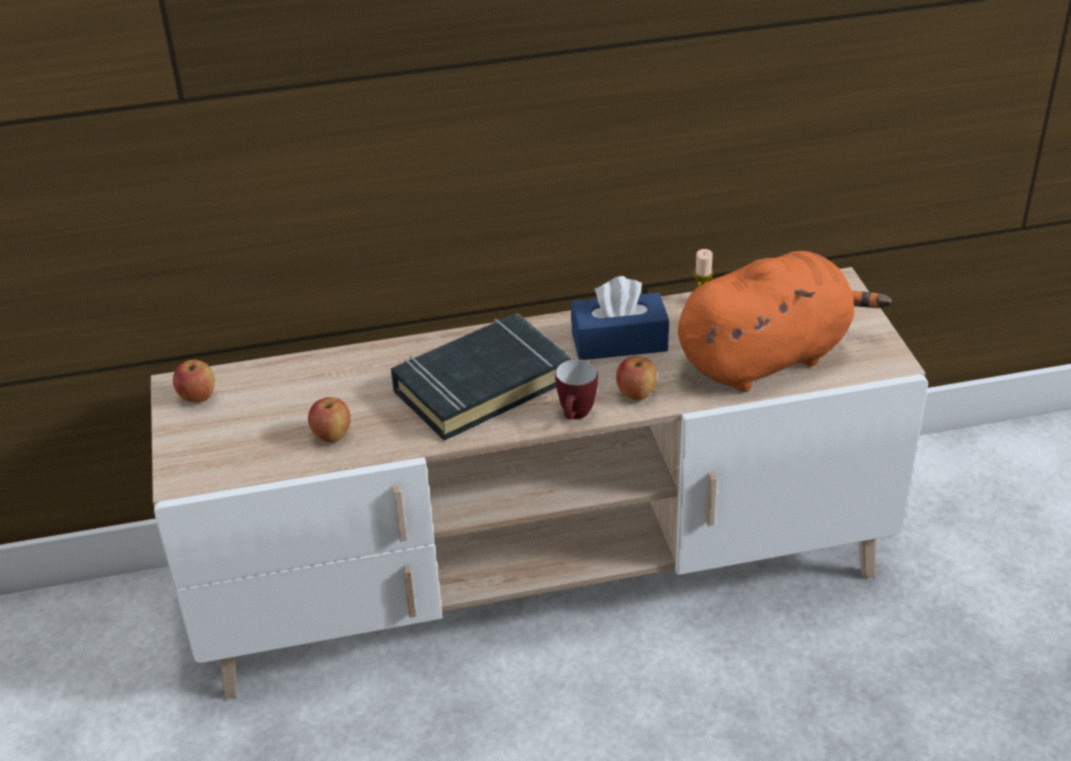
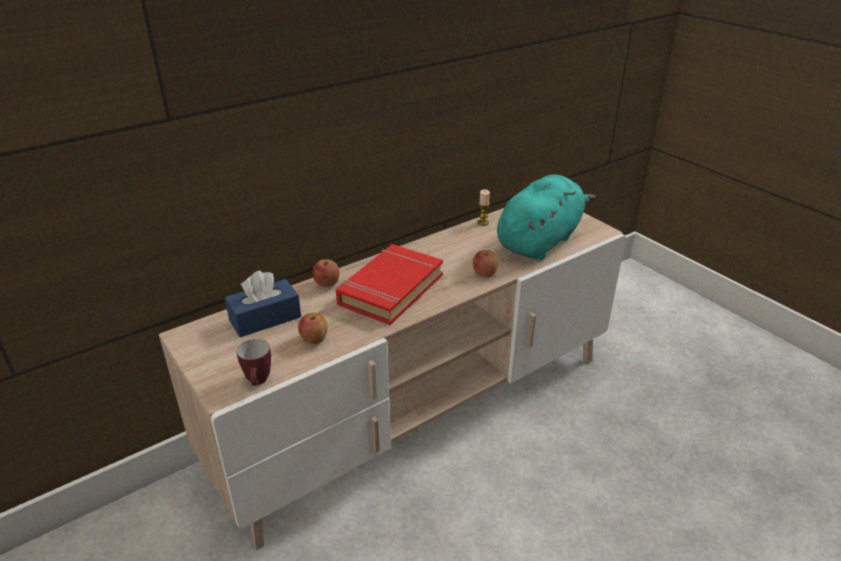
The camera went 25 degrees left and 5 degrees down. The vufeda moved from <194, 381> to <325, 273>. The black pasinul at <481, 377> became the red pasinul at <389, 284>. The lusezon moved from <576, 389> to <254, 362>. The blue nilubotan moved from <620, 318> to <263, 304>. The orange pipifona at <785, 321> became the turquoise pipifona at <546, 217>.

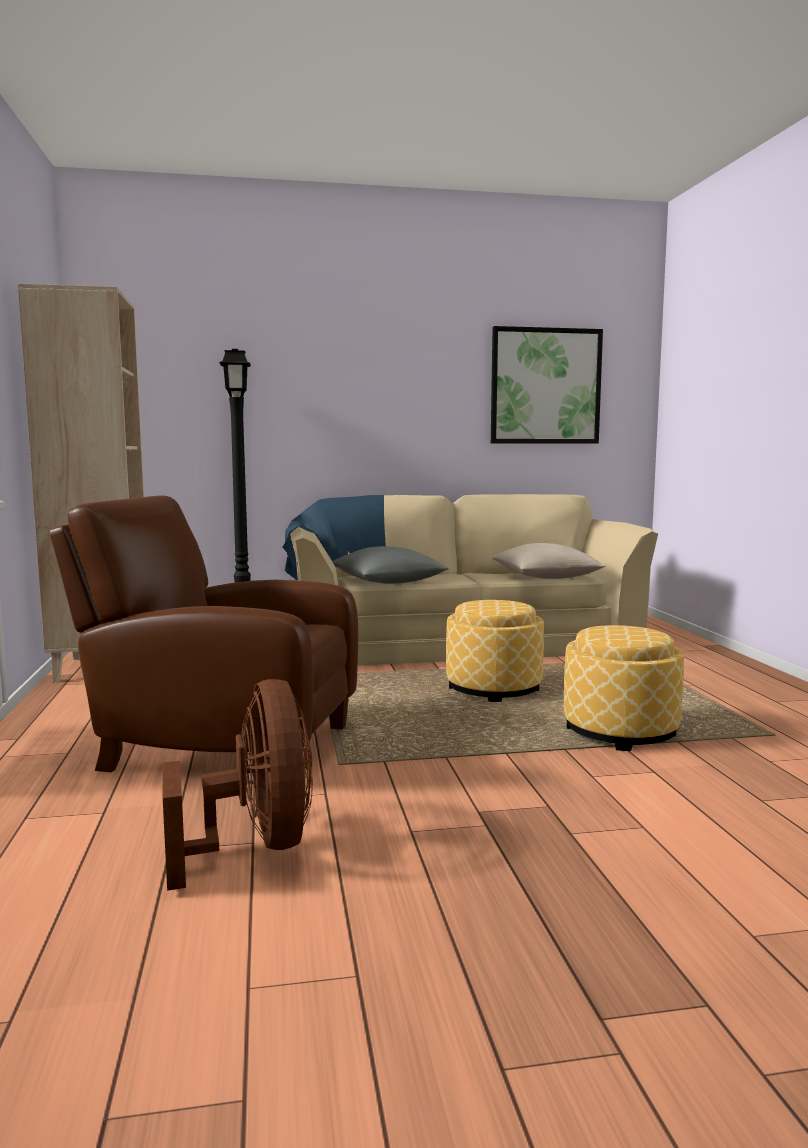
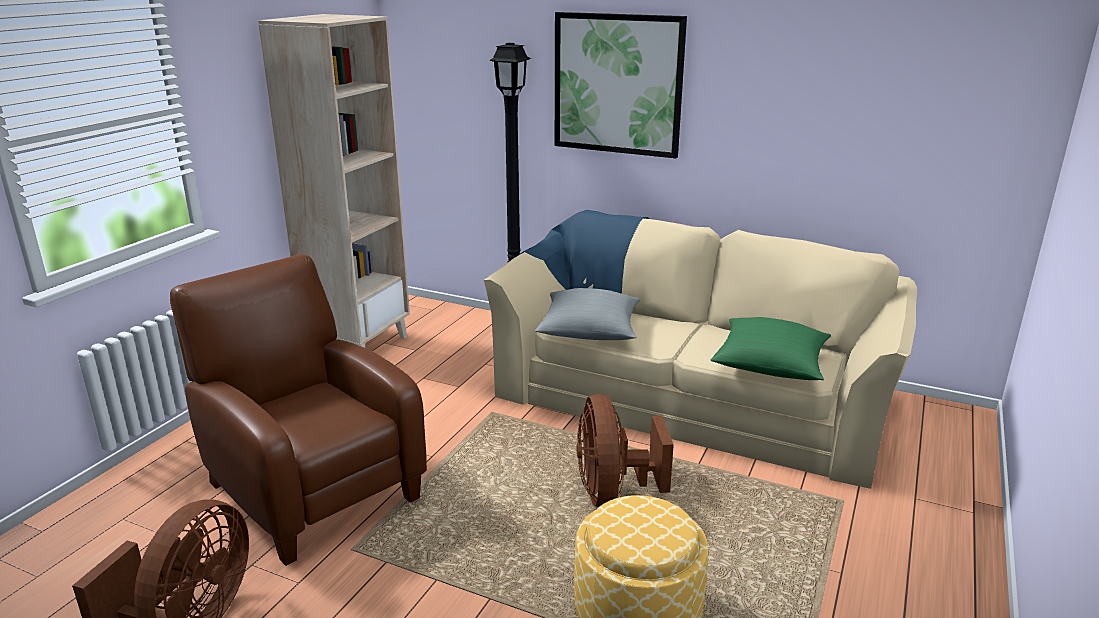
The camera went 35 degrees right and 15 degrees up. The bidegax at <495, 651> was replaced by the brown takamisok at <625, 450>. The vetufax moved from <547, 385> to <621, 85>. The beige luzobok at <549, 561> became the green luzobok at <771, 348>.

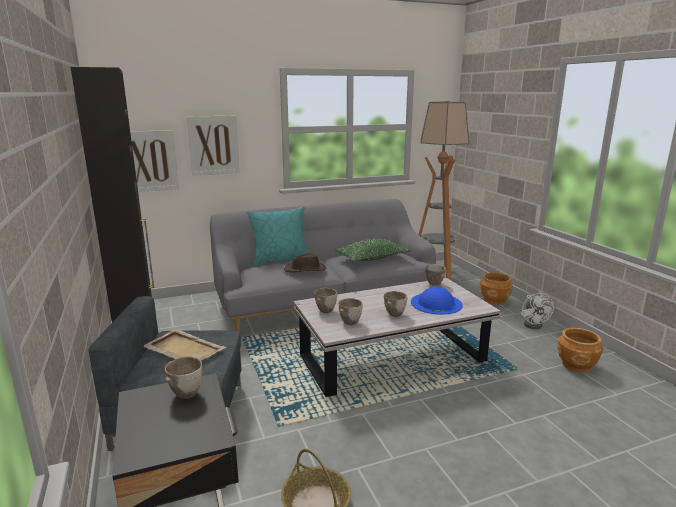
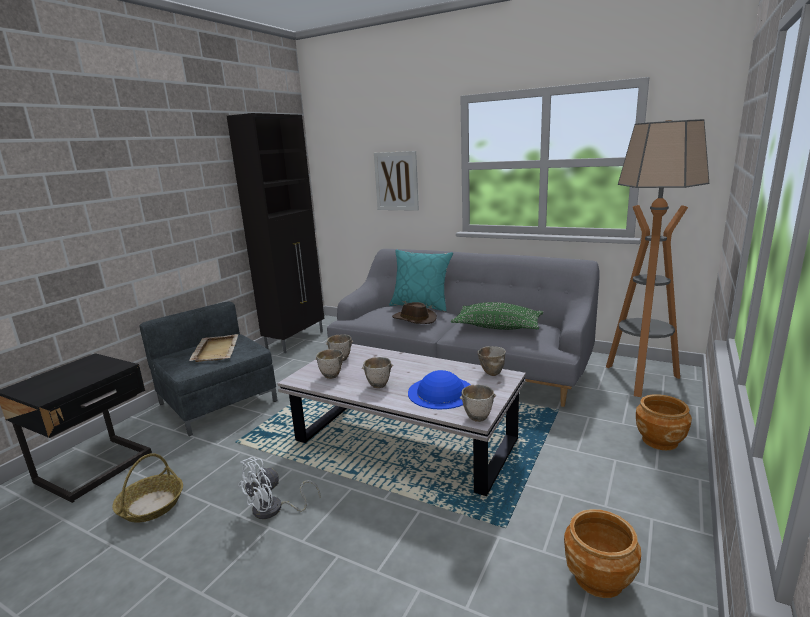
The camera went 50 degrees right and 0 degrees up. The vetufax at <154, 161> disappeared. The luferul moved from <183, 377> to <478, 403>. The white takamisok moved from <537, 310> to <279, 488>.

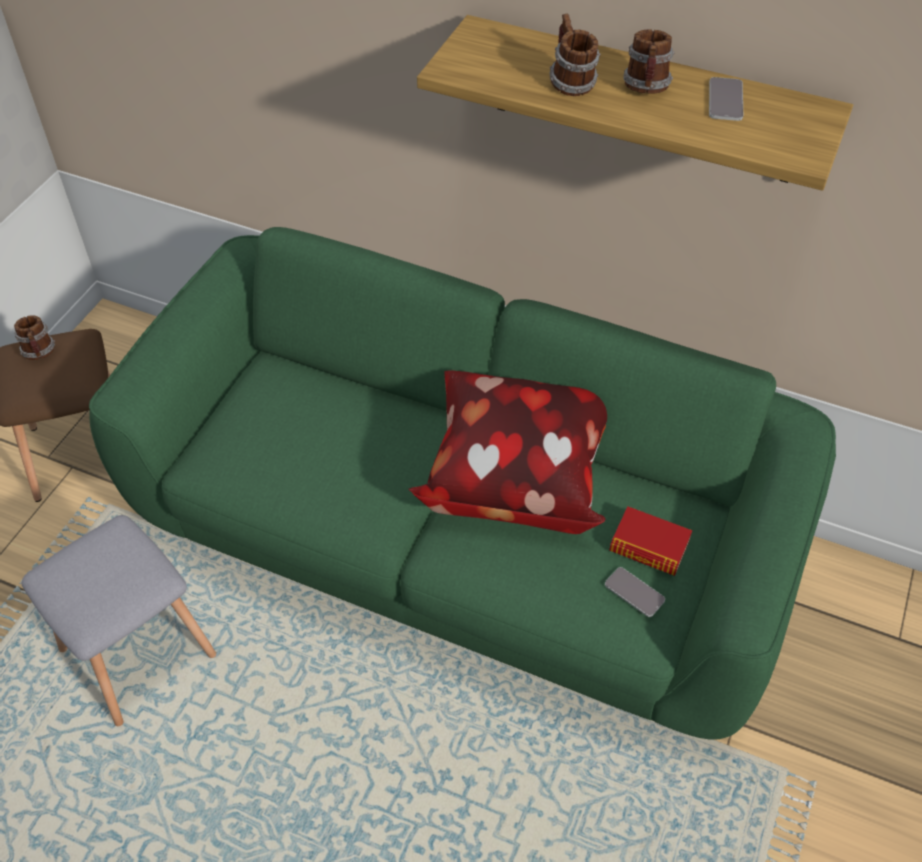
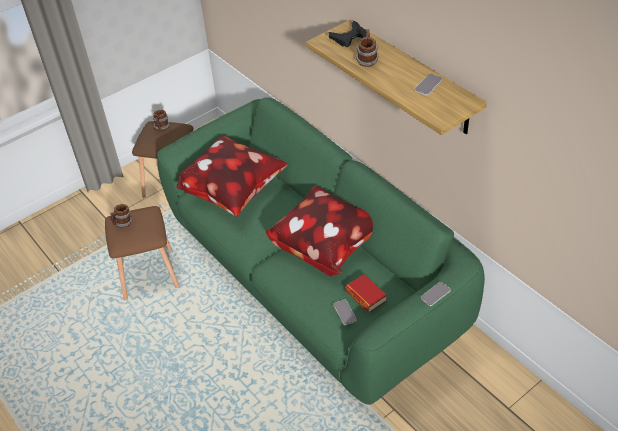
The camera went 30 degrees right and 5 degrees down. The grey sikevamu at <119, 620> became the brown sikevamu at <142, 253>. The lusezon moved from <648, 62> to <121, 216>. The luzobok at <232, 176> appeared. The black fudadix at <348, 34> appeared. The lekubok at <436, 294> appeared.

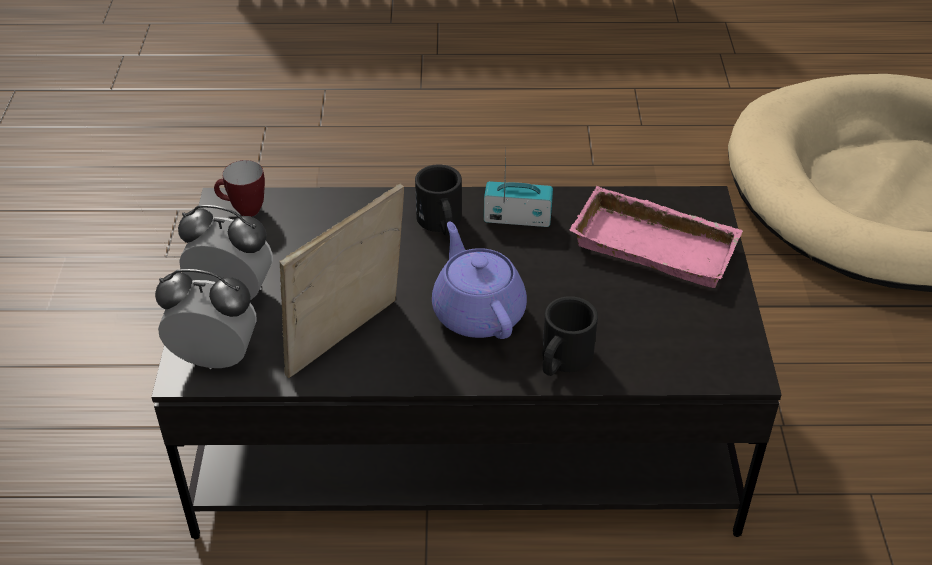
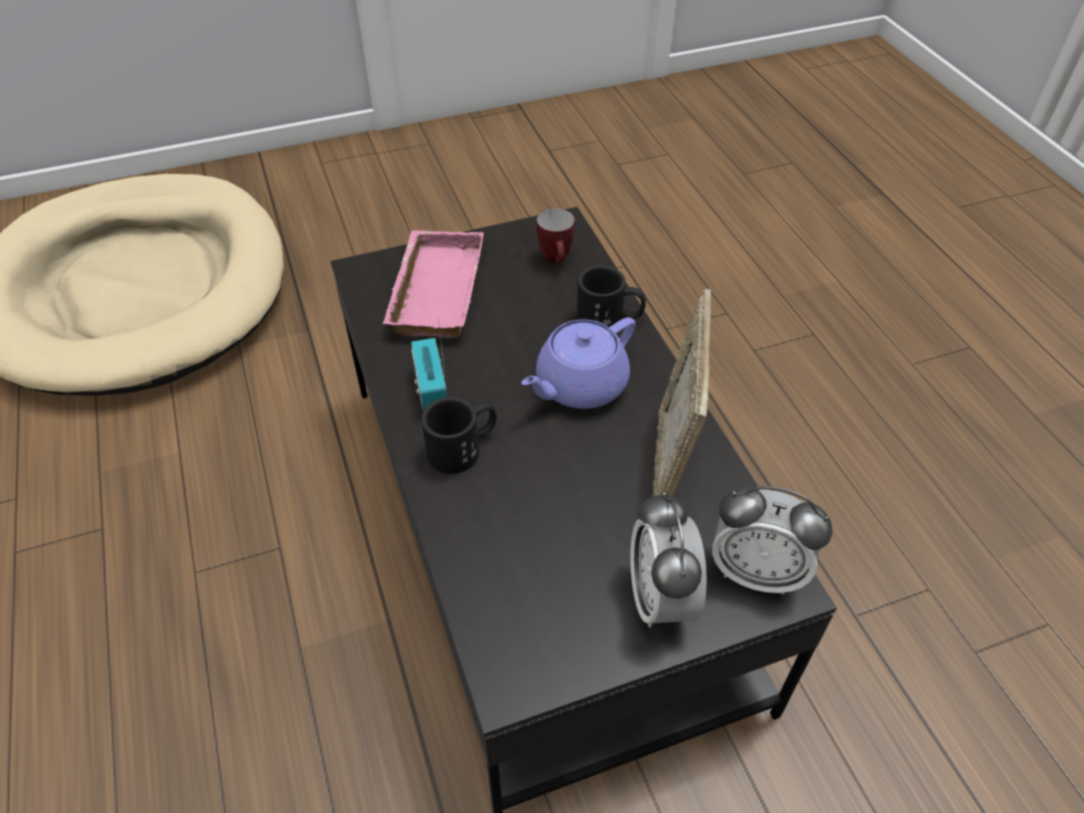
The camera went 110 degrees left and 5 degrees up. The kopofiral at <206, 319> turned 60 degrees counterclockwise. The lusezon moved from <239, 188> to <555, 235>. The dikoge at <342, 281> turned 75 degrees clockwise.

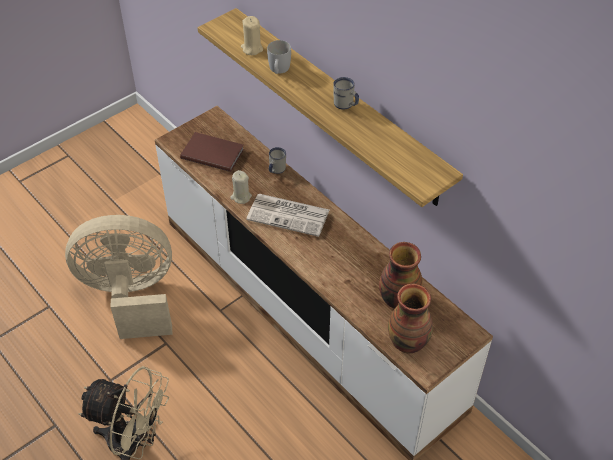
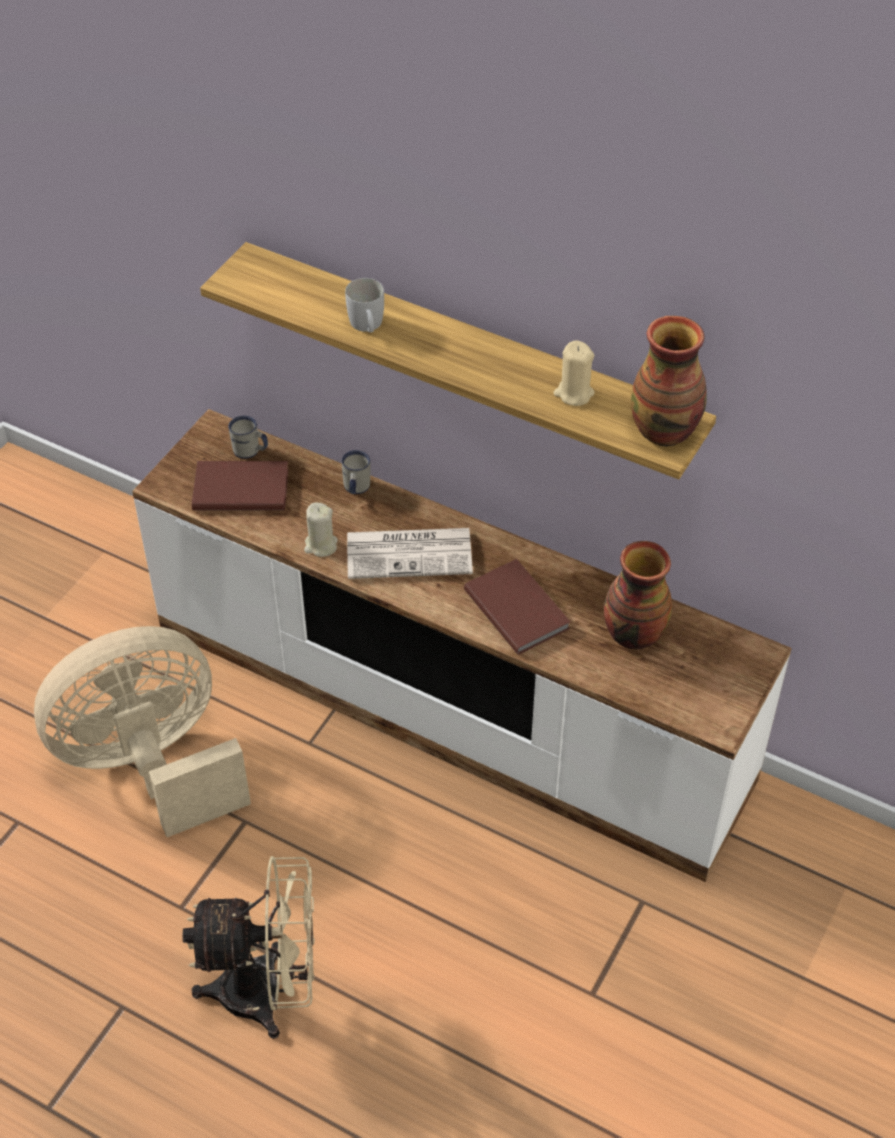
The camera went 20 degrees left and 0 degrees up. The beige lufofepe moved from <252, 35> to <574, 373>. The white lusezon moved from <346, 93> to <248, 437>. The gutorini moved from <410, 318> to <669, 381>. The brown pasinul at <517, 607> appeared.

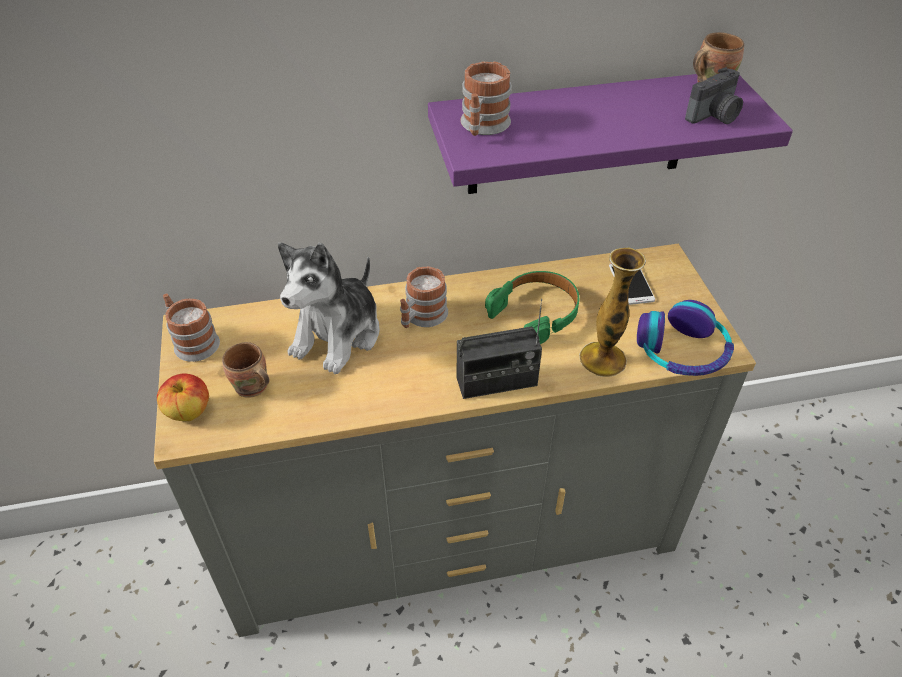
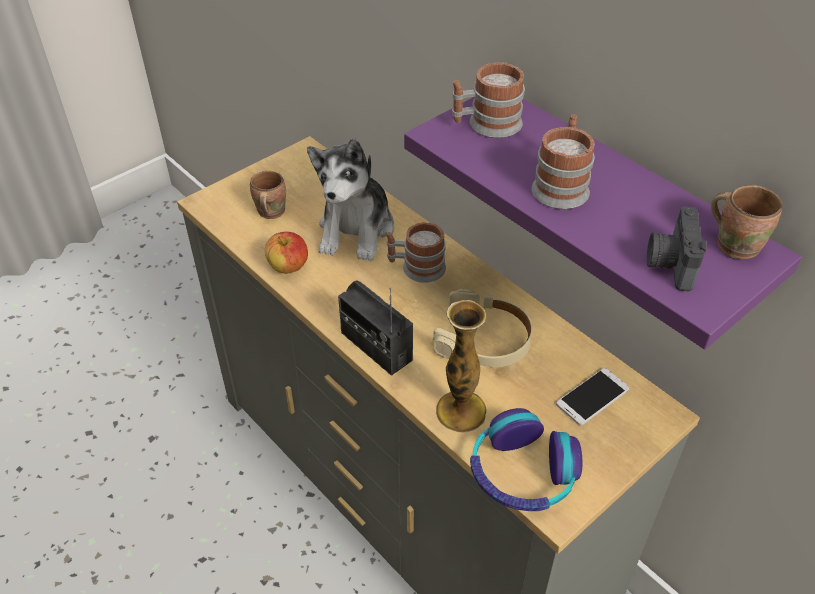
The camera went 60 degrees right and 0 degrees up. The vufeda moved from <183, 397> to <286, 253>. The lusezon moved from <191, 328> to <563, 161>. The pipifona at <329, 308> turned 75 degrees counterclockwise. The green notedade at <532, 307> became the beige notedade at <483, 328>. The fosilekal at <714, 95> turned 75 degrees clockwise.

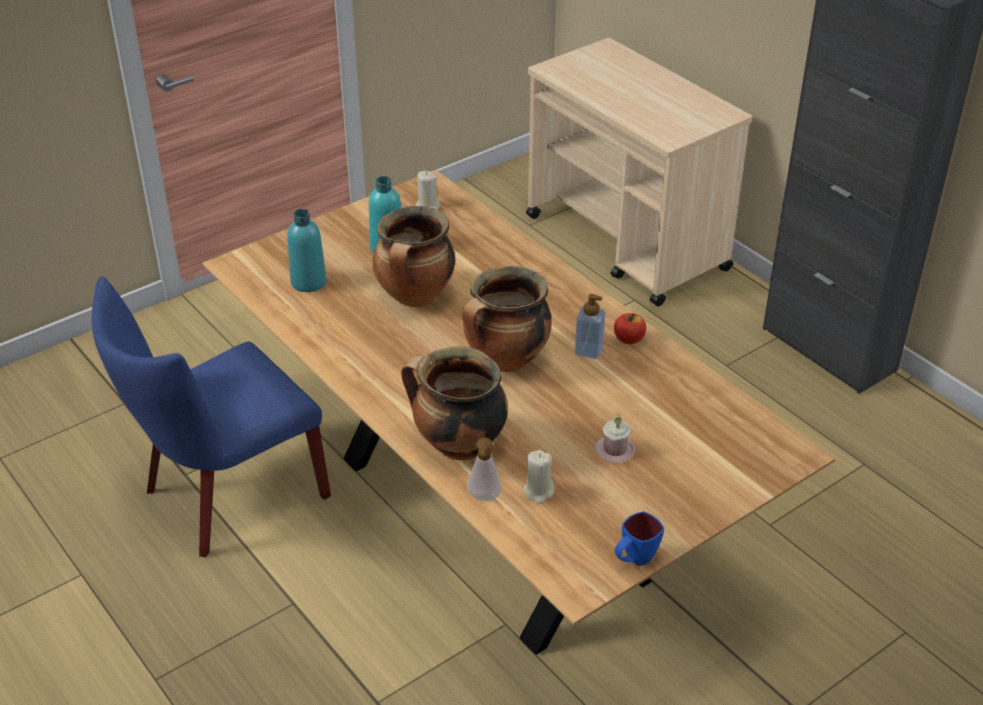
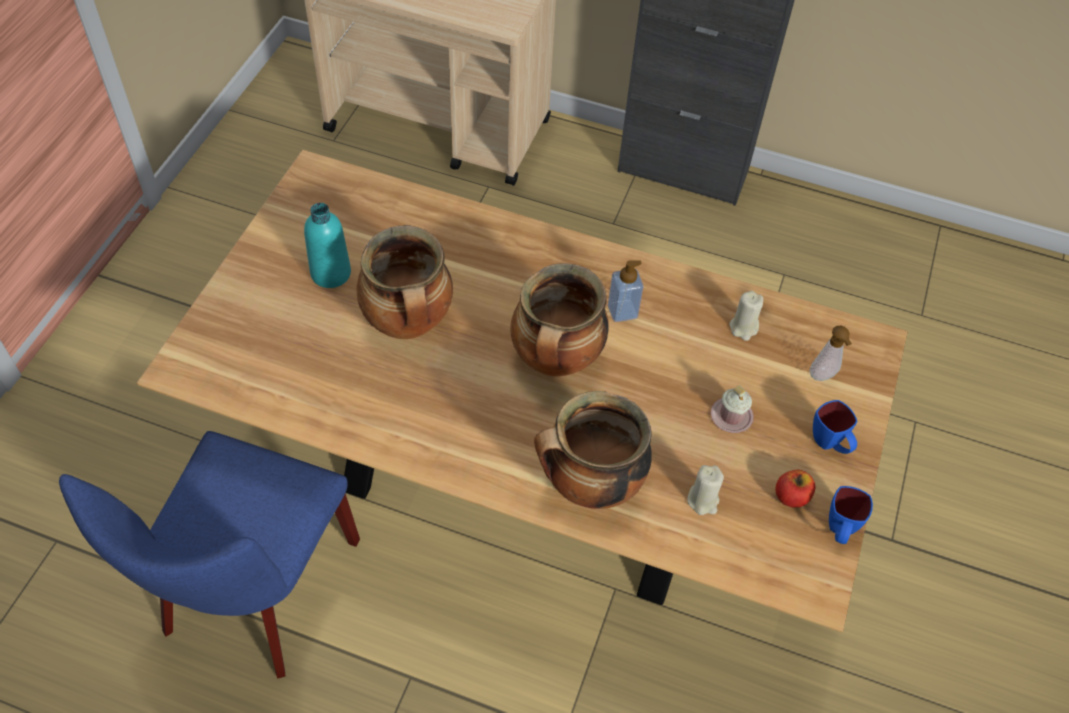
The camera went 35 degrees left and 15 degrees up. The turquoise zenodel at <306, 250> disappeared. The beige lufofepe moved from <427, 190> to <746, 316>. The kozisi moved from <484, 469> to <830, 353>. The vufeda moved from <630, 328> to <795, 489>. The blue lusezon at <835, 427> appeared.

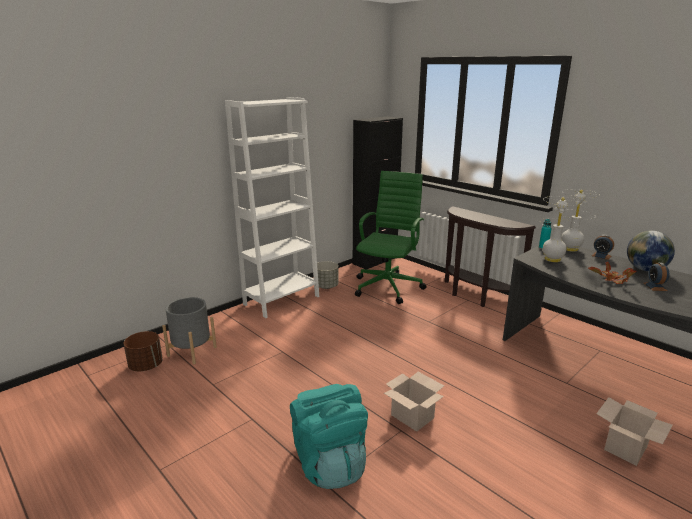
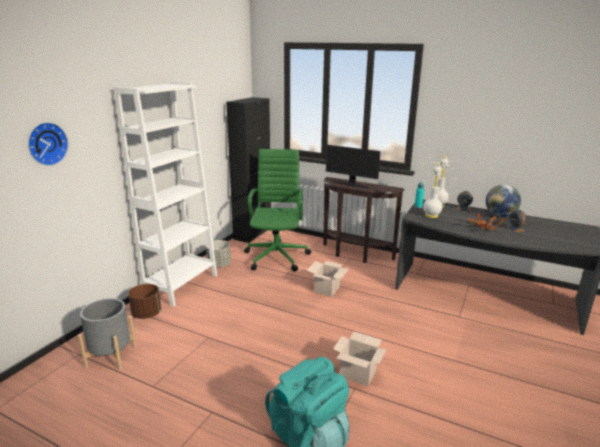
The camera went 20 degrees left and 0 degrees up. The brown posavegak moved from <143, 351> to <144, 301>. The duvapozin moved from <634, 431> to <327, 279>. The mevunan at <48, 144> appeared. The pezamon at <353, 166> appeared.

